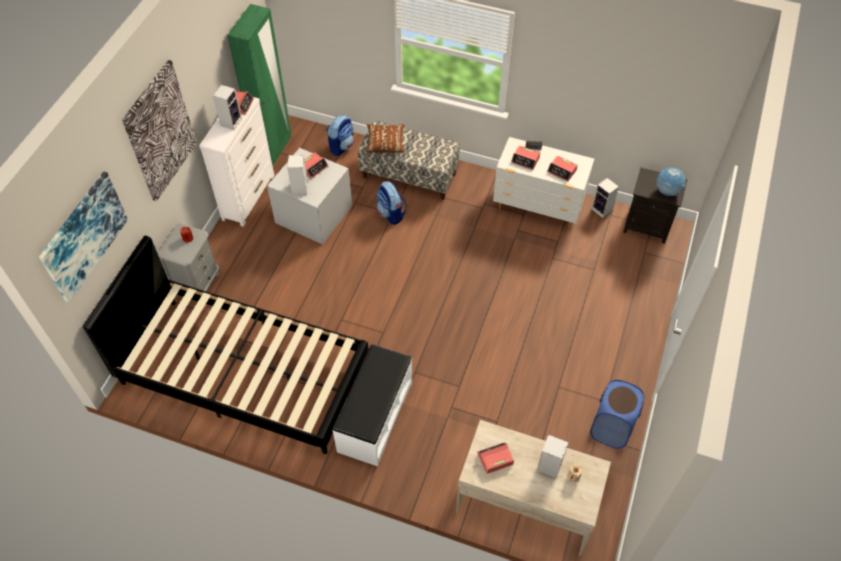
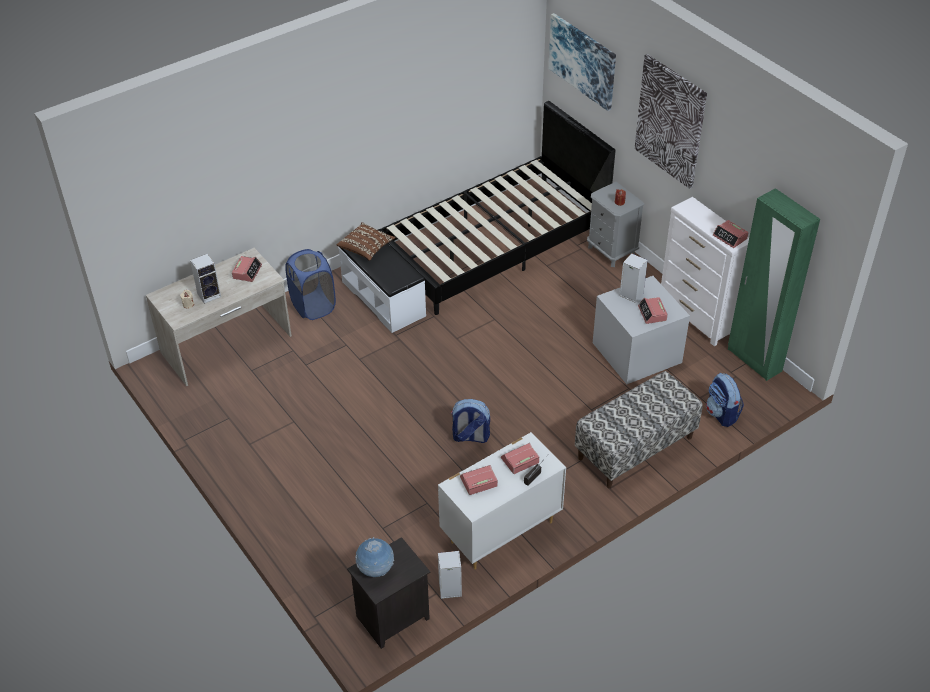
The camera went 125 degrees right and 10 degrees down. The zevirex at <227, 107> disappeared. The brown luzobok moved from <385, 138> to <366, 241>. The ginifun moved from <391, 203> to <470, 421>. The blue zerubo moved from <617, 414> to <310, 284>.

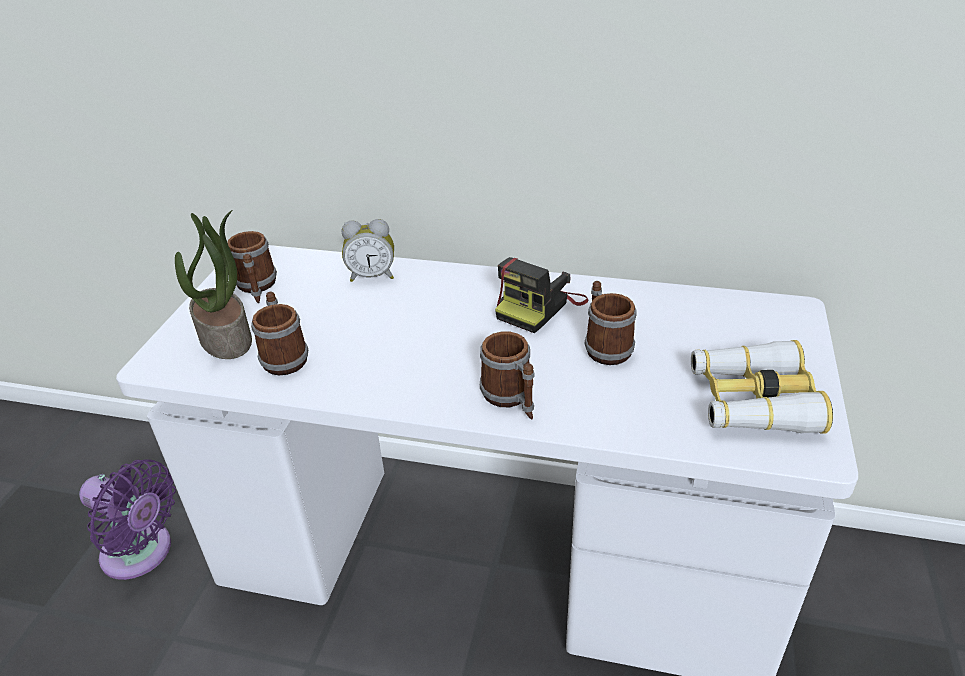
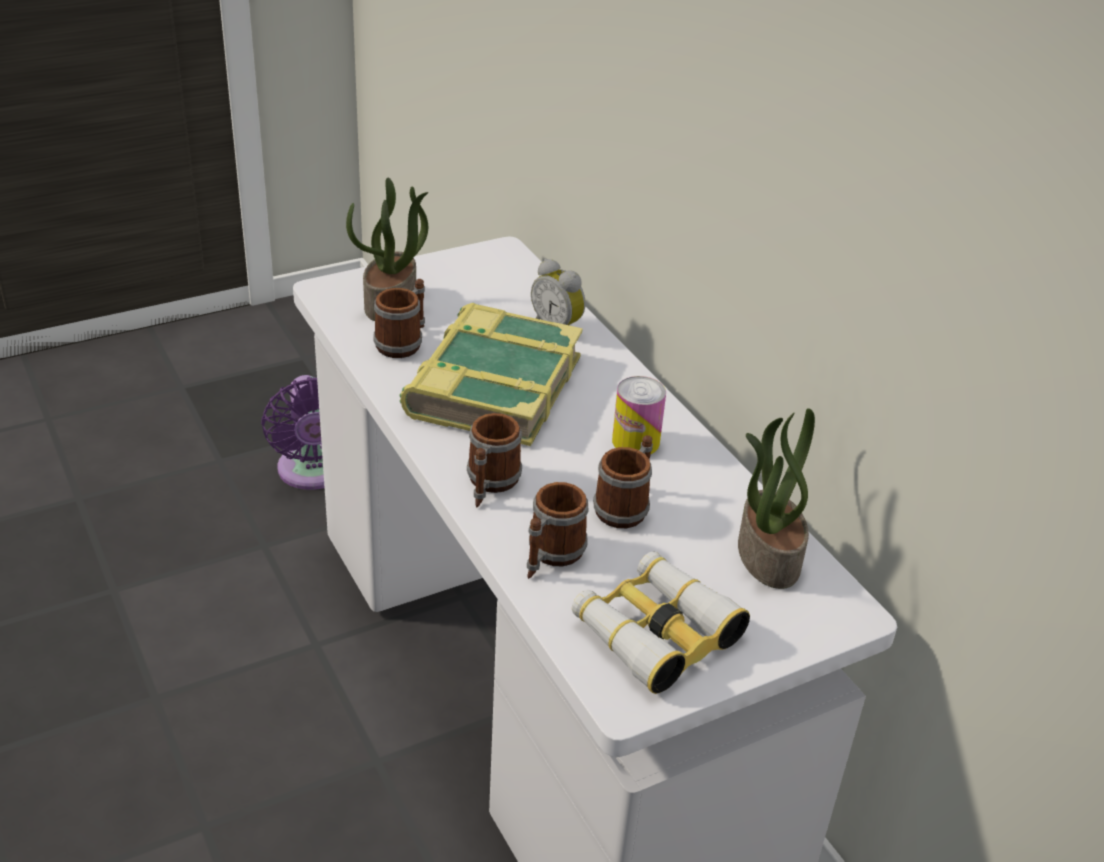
The camera went 45 degrees right and 0 degrees up. The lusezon moved from <252, 267> to <557, 530>. The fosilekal at <541, 295> was replaced by the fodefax at <639, 415>. The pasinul at <491, 374> appeared. The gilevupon at <776, 498> appeared.

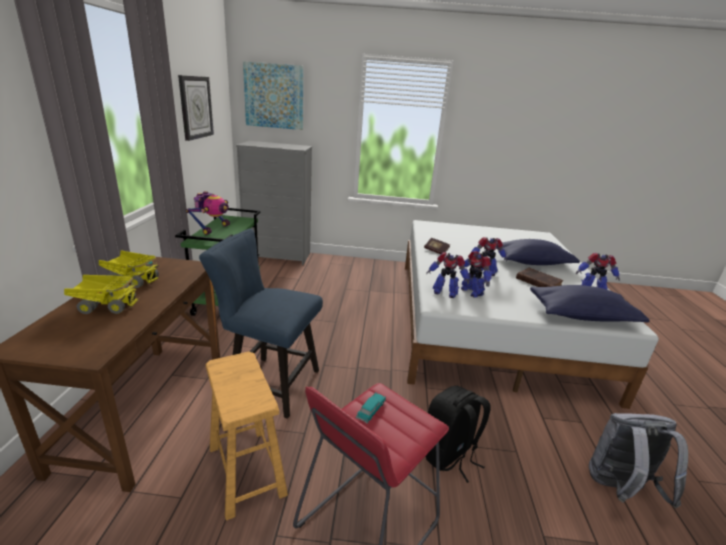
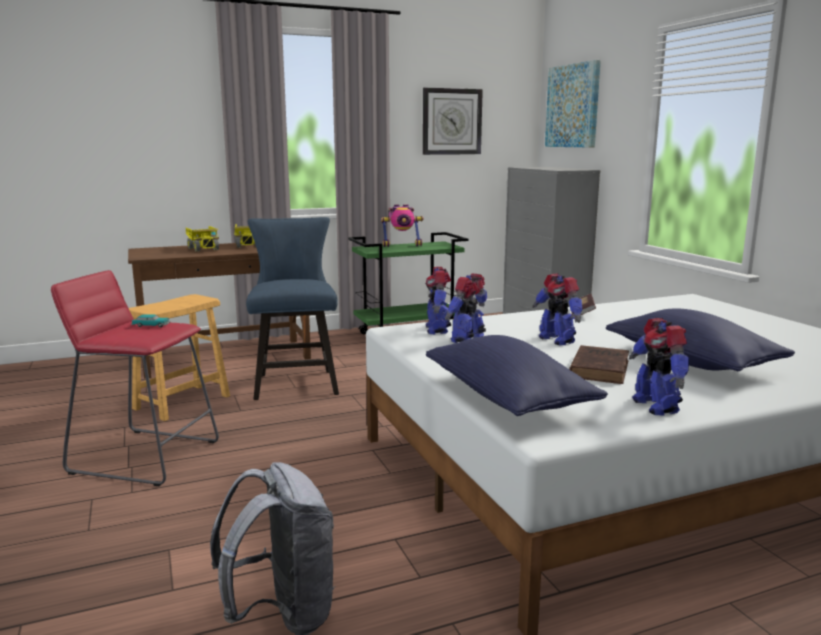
The camera went 65 degrees right and 10 degrees down. The black ginifun at <458, 434> disappeared.

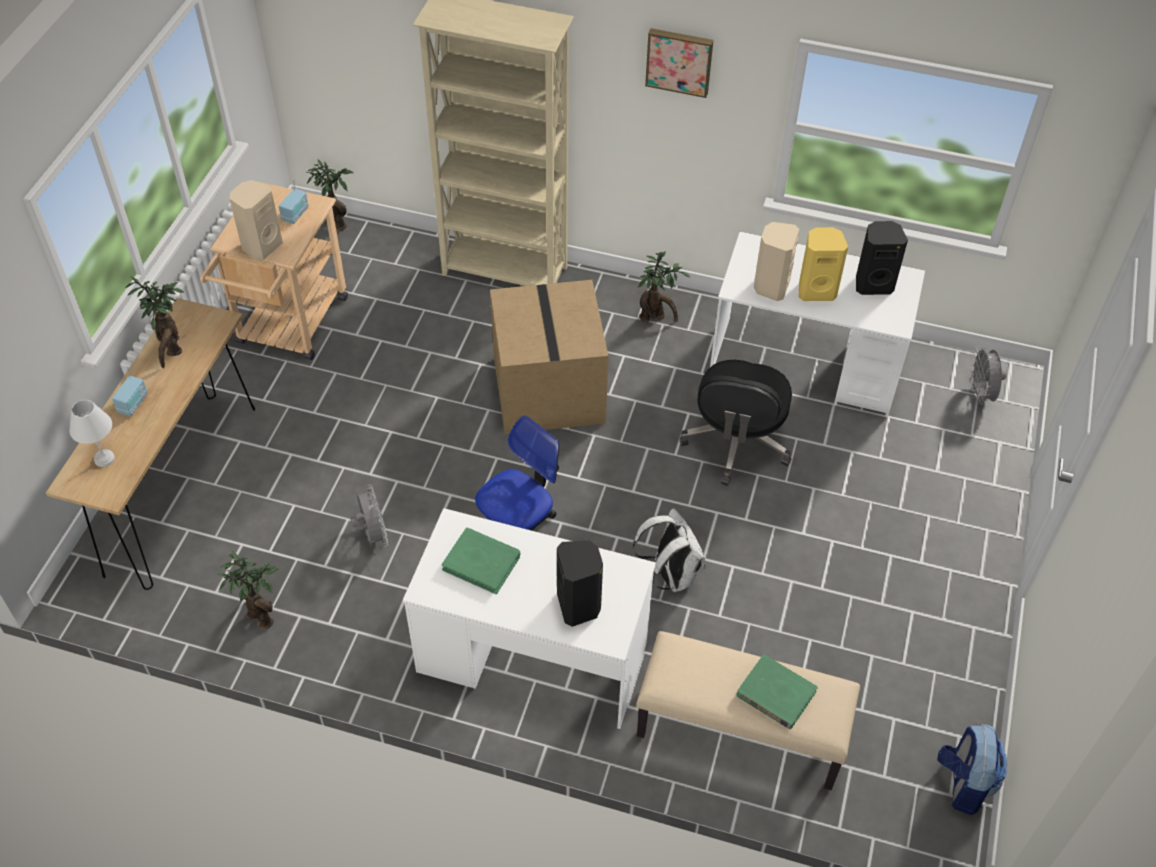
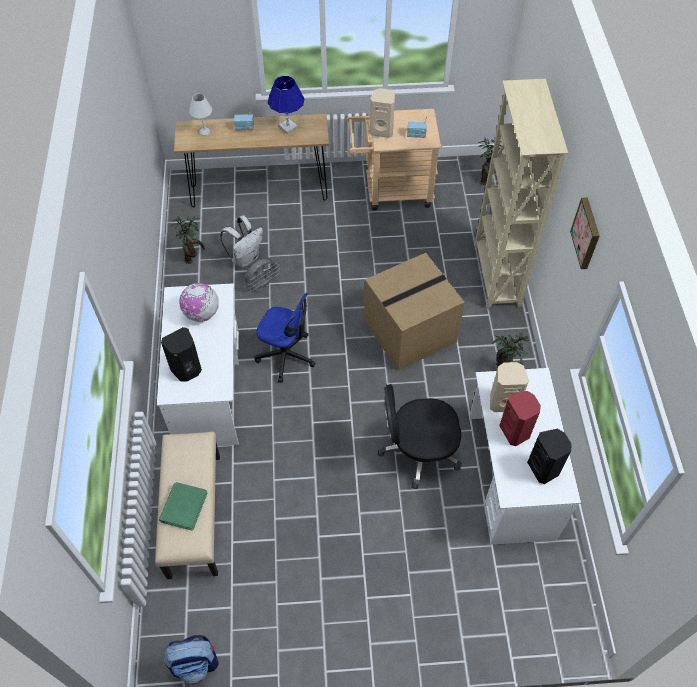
The camera went 70 degrees right and 5 degrees up. The gilevupon at <154, 322> was replaced by the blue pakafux at <286, 105>. The green pasinul at <481, 560> was replaced by the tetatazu at <199, 302>. The white ginifun moved from <669, 550> to <241, 241>. The yellow zevirex at <823, 264> became the red zevirex at <520, 418>. The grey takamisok at <988, 376> disappeared.

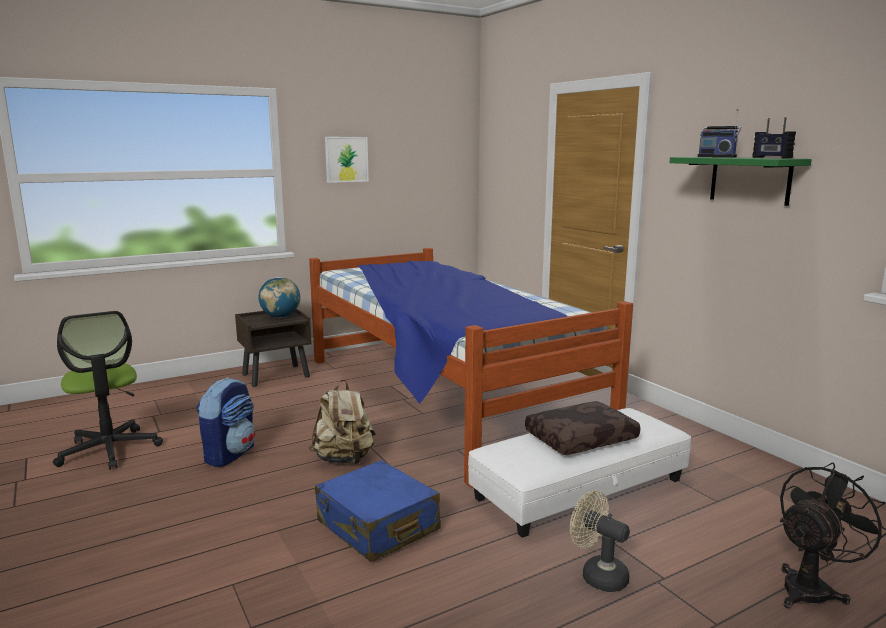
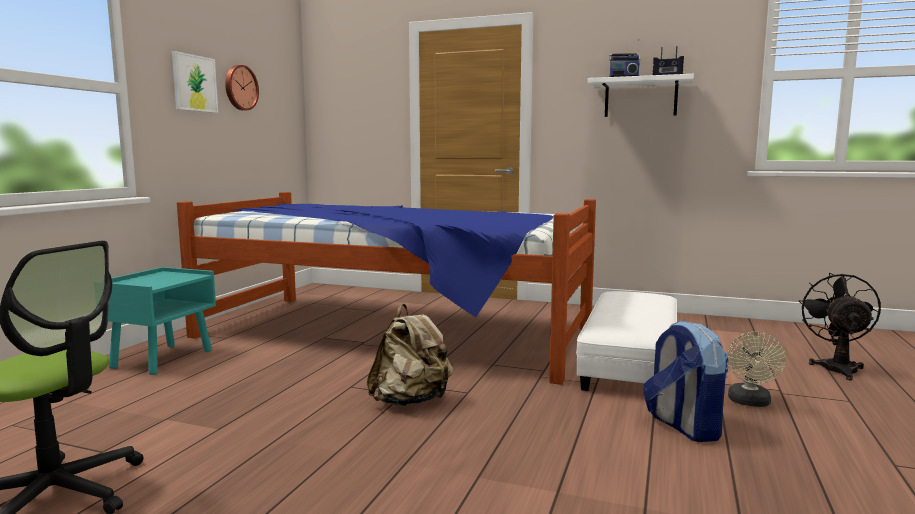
The camera went 40 degrees left and 5 degrees down. The ginifun moved from <225, 422> to <686, 381>. The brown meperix at <273, 348> became the turquoise meperix at <162, 321>. The tetatazu at <279, 297> disappeared. The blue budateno at <378, 511> disappeared. The brown luzobok at <582, 428> disappeared. The beige takamisok at <600, 541> turned 75 degrees counterclockwise. The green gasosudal at <741, 181> became the white gasosudal at <641, 95>. The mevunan at <242, 88> appeared.

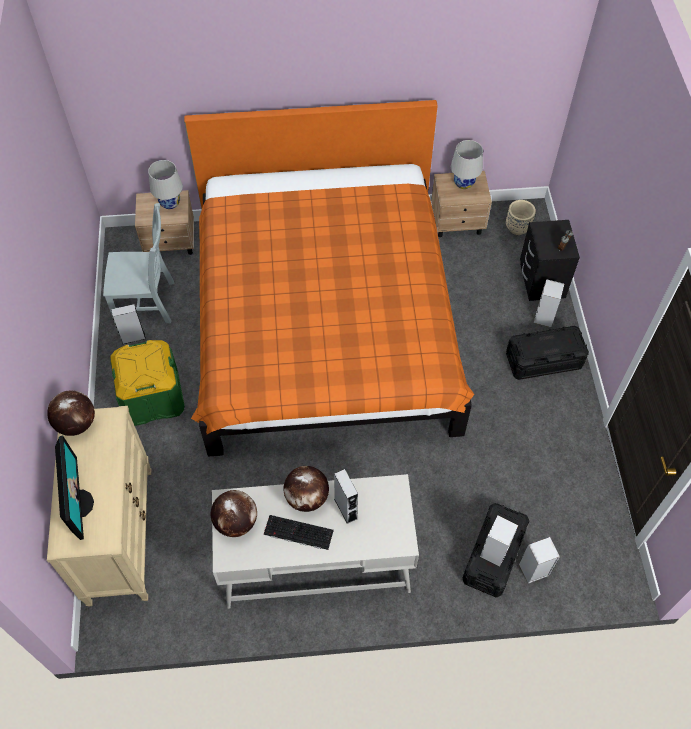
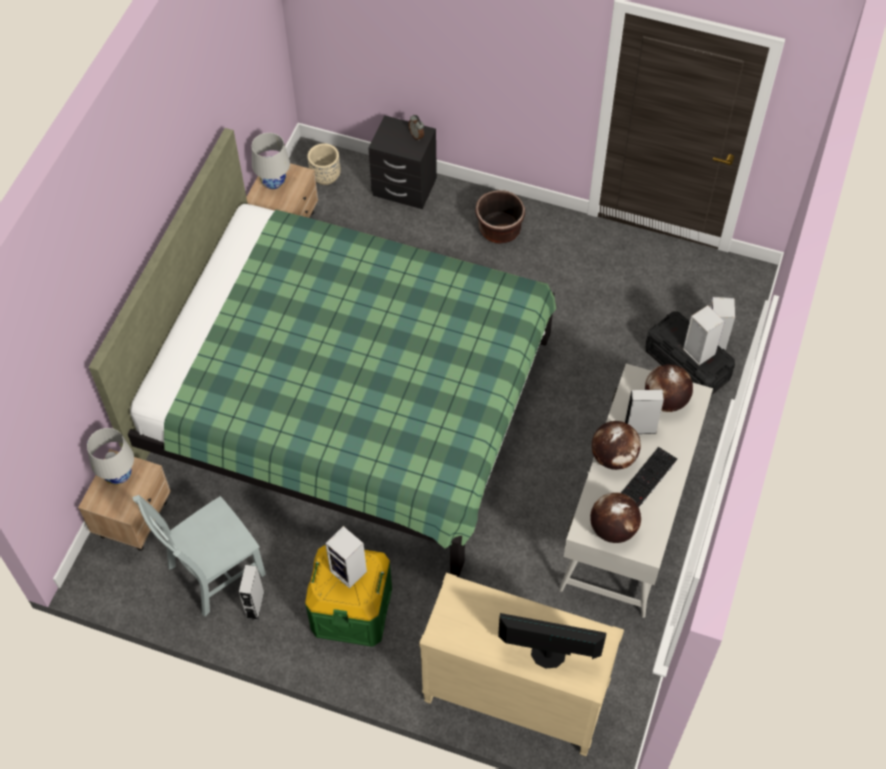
The camera went 65 degrees left and 0 degrees up. The tetatazu moved from <71, 413> to <669, 388>. The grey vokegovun at <139, 263> turned 150 degrees counterclockwise. The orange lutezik at <329, 278> became the green lutezik at <322, 352>. The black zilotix at <547, 353> was replaced by the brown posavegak at <500, 217>. The zevirex moved from <549, 303> to <346, 557>.

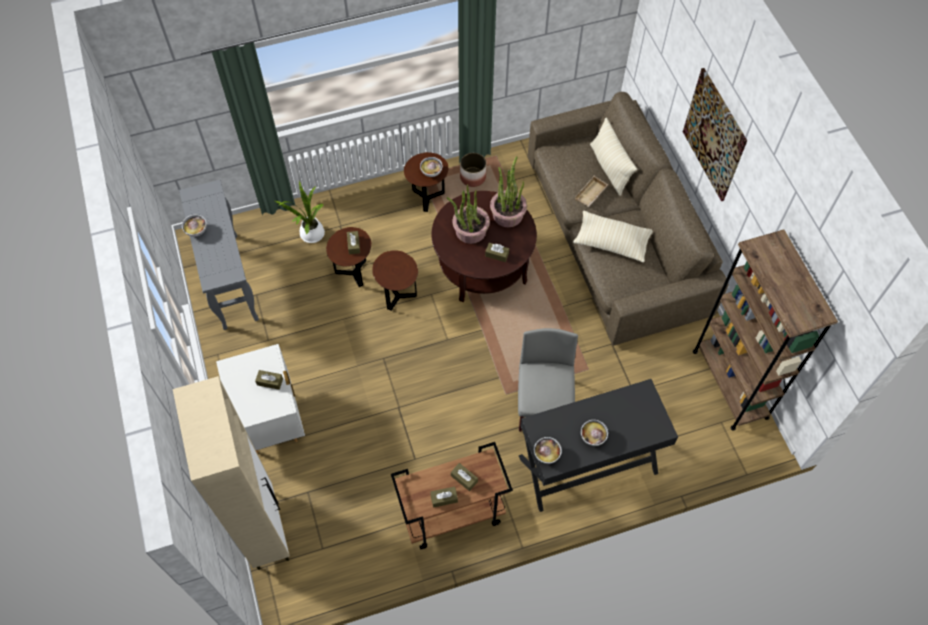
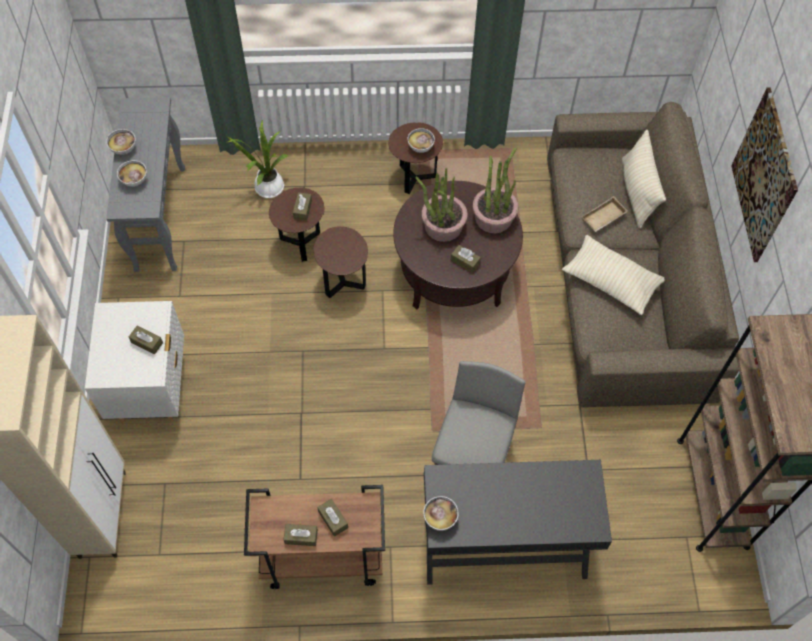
The camera went 15 degrees right and 0 degrees up. The posavegak at <473, 170> disappeared. The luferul moved from <594, 433> to <132, 173>.

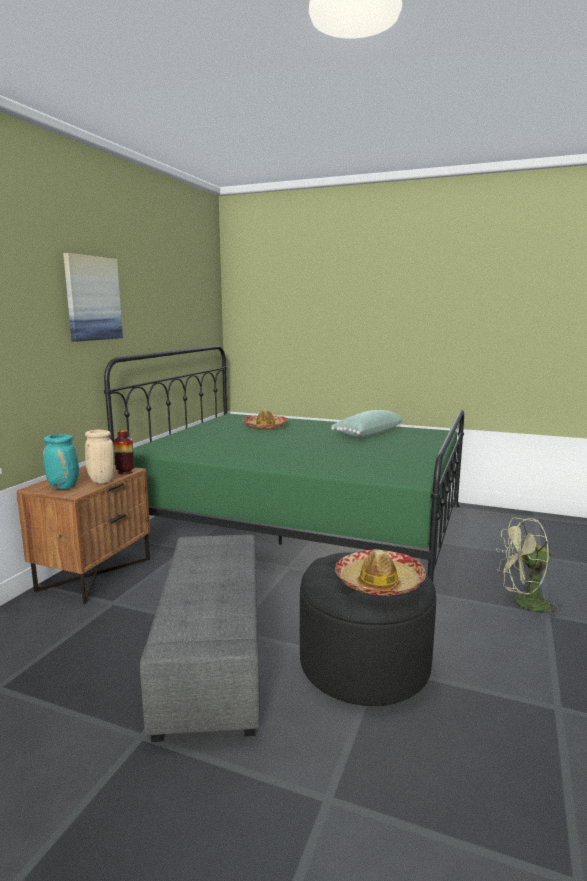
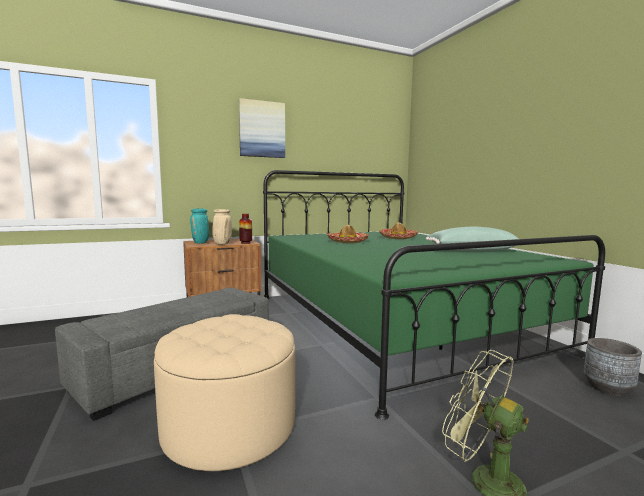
The camera went 45 degrees right and 5 degrees down. The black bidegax at <368, 629> became the beige bidegax at <224, 392>. The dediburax moved from <380, 572> to <348, 234>. The grey posavegak at <613, 367> appeared.

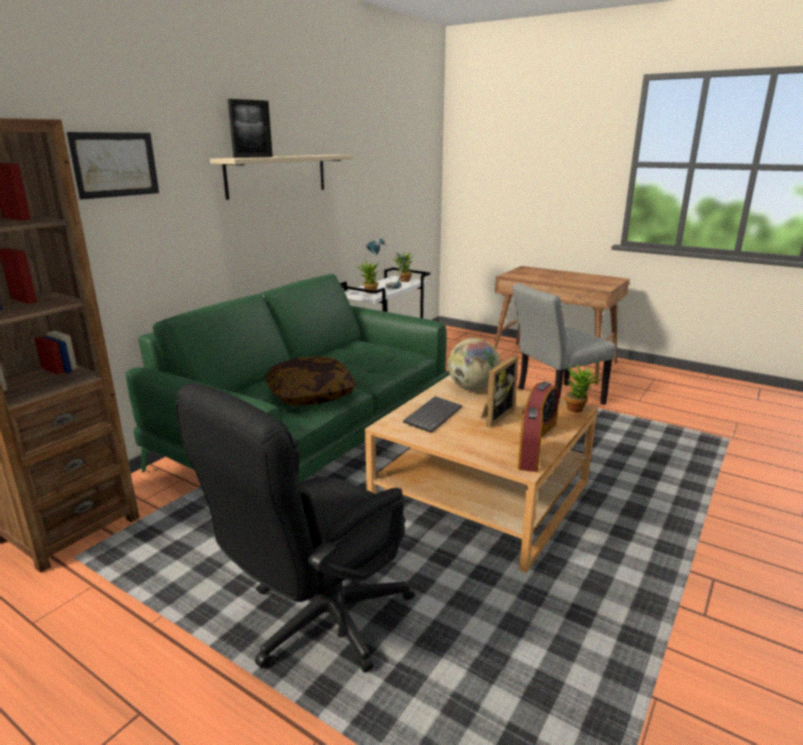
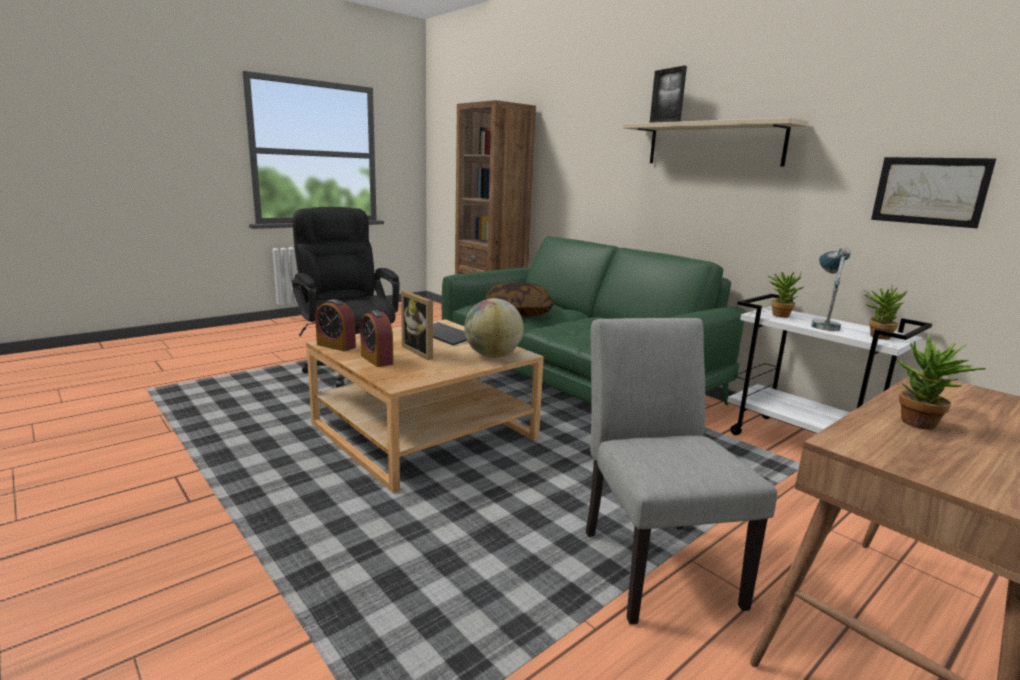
The camera went 105 degrees right and 5 degrees down. The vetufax moved from <113, 166> to <933, 192>. The gilevupon moved from <583, 387> to <941, 382>.

